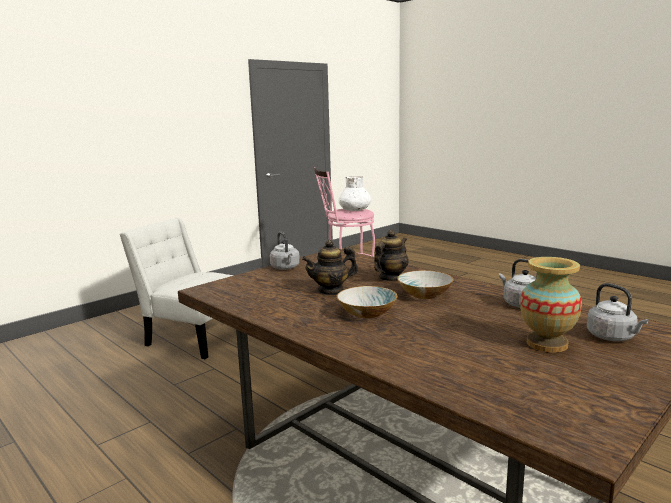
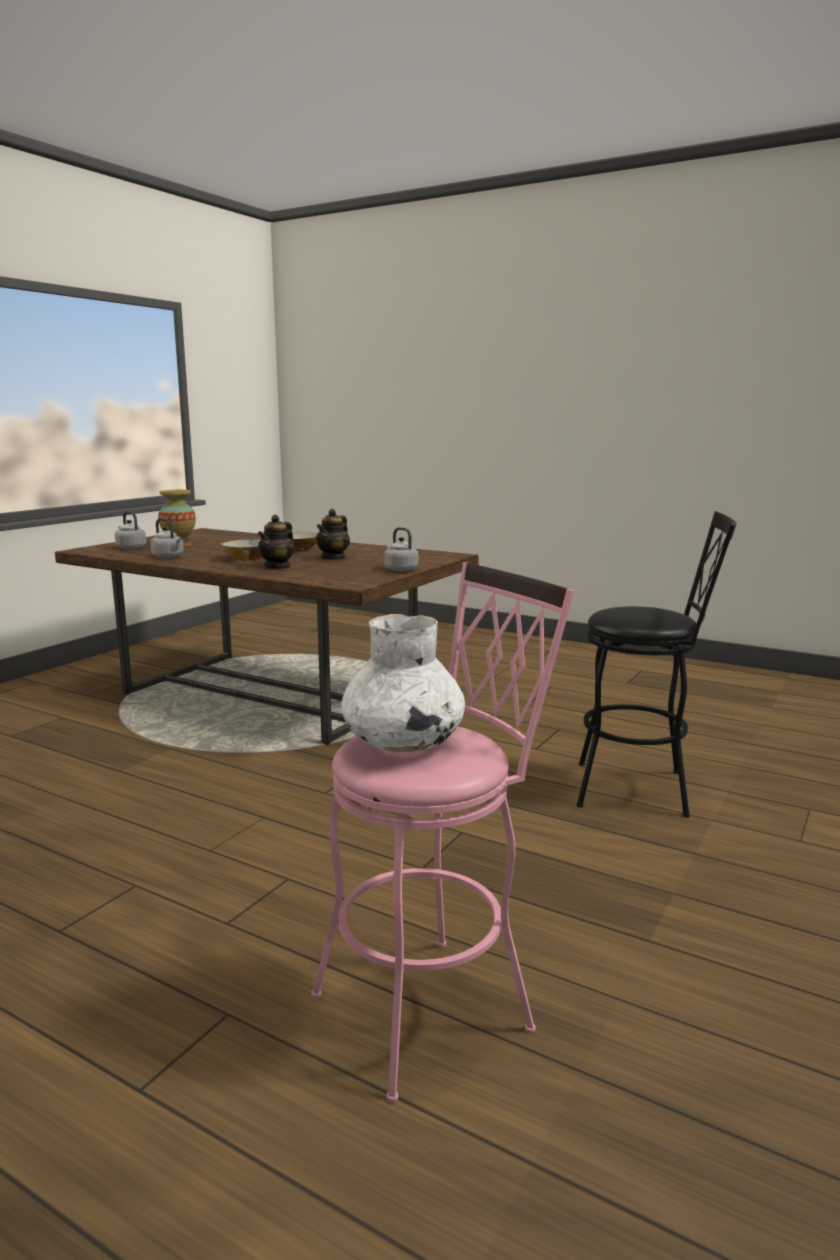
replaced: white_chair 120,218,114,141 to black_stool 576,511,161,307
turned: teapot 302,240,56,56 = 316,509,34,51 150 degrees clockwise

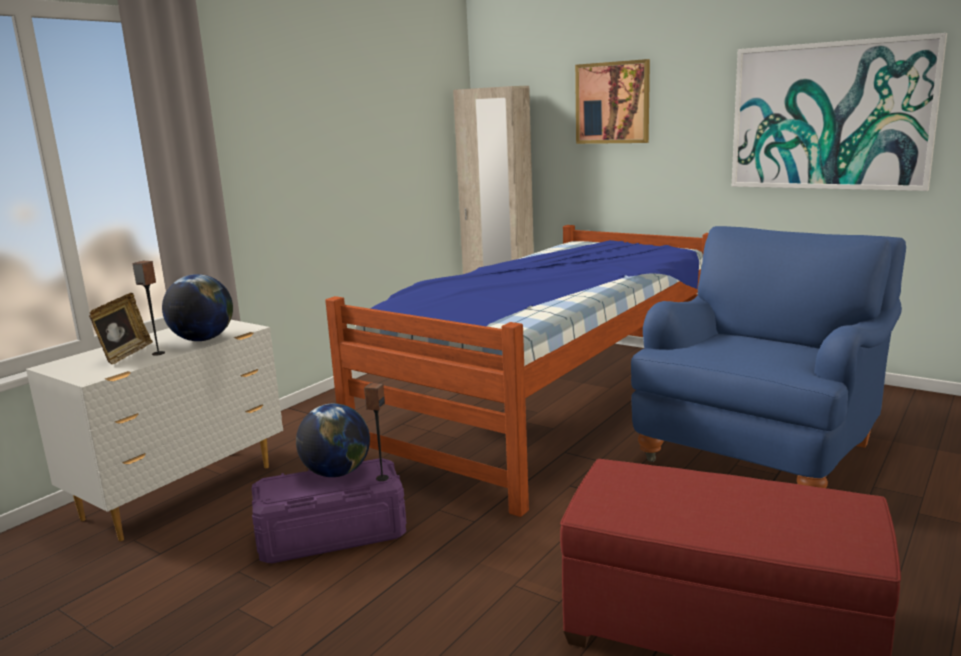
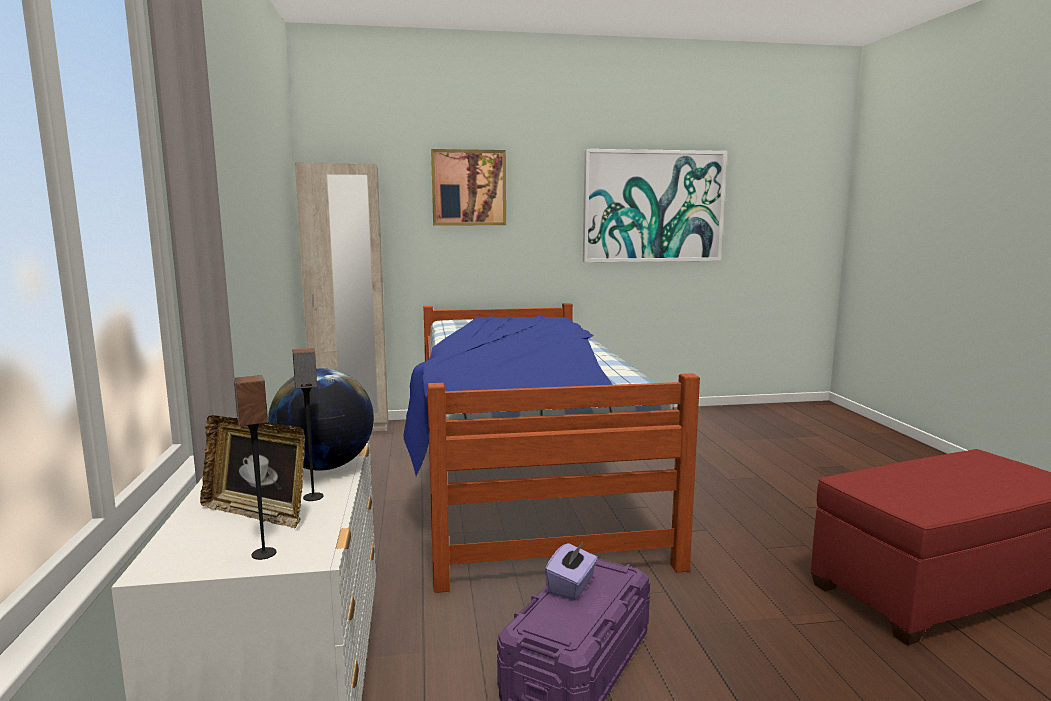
removed: blue_armchair 631,226,275,262
moved: speaker 364,383,25,98 to 234,375,42,185
replaced: globe 296,403,74,74 to purple_tissue_box 545,543,53,57
turned: picture_frame 89,293,64,71 = 200,415,105,113 150 degrees clockwise

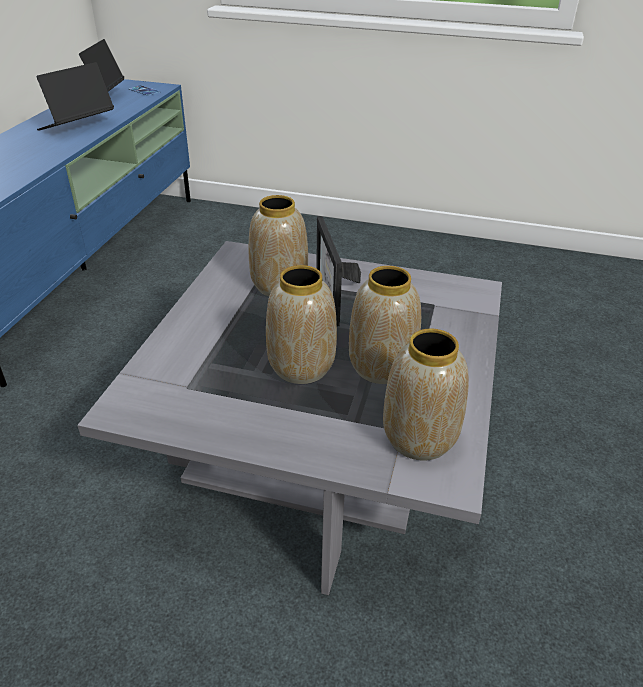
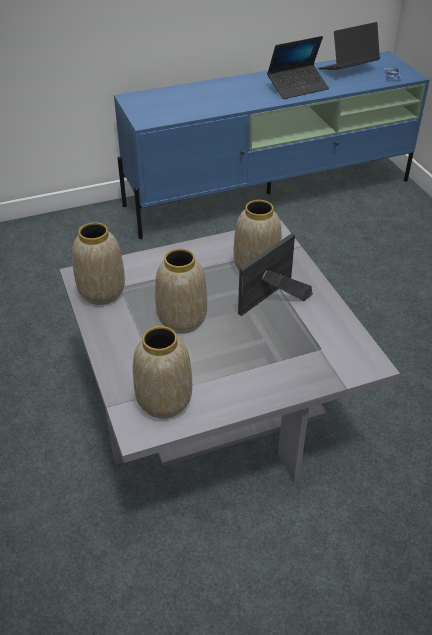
moved: vase 349,266,72,118 to 72,222,53,83
turned: laptop 37,62,77,69 = 267,36,62,63 150 degrees clockwise

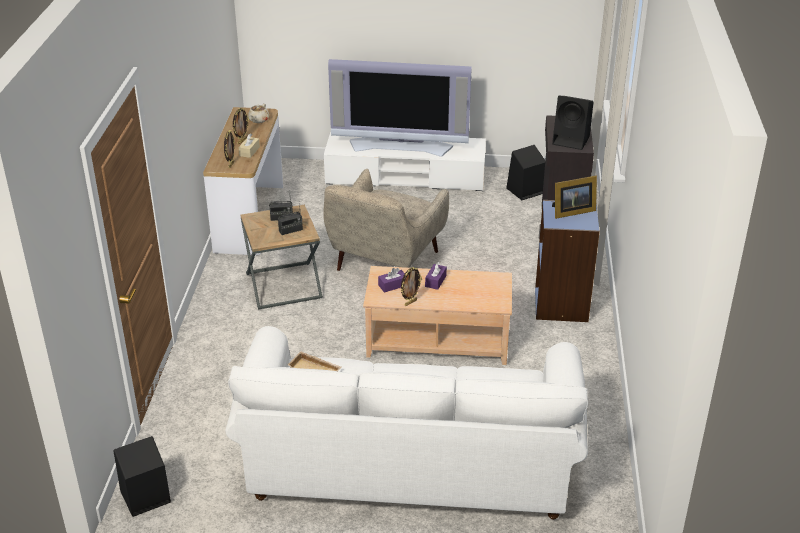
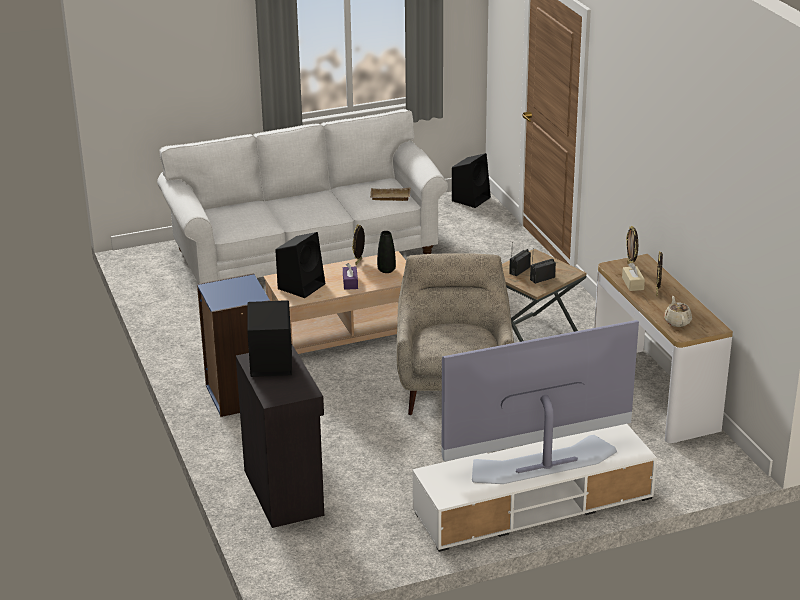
removed: picture_frame 552,175,45,44
moved: black_speaker 506,145,39,55 to 275,232,50,66
replaced: purple_tissue_box 378,268,27,24 to black_vase 377,231,19,42

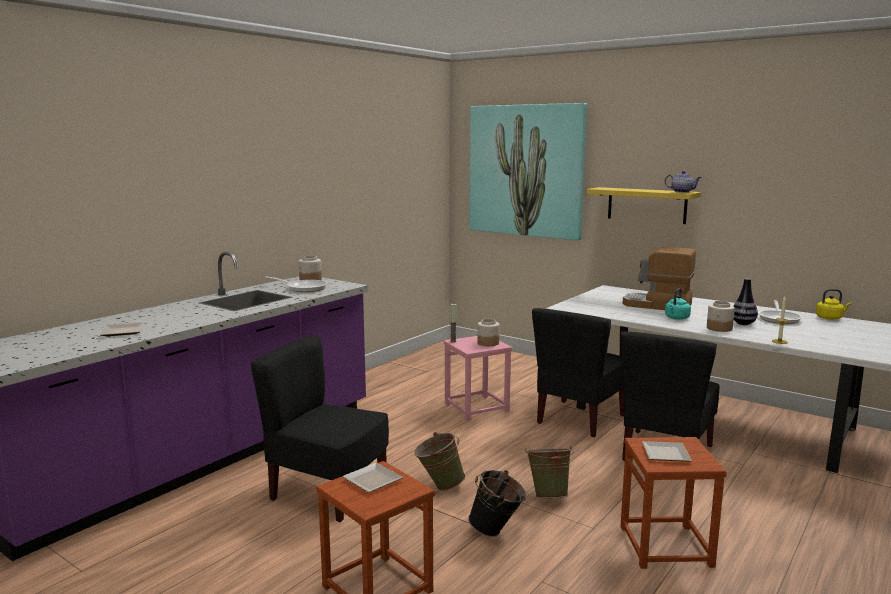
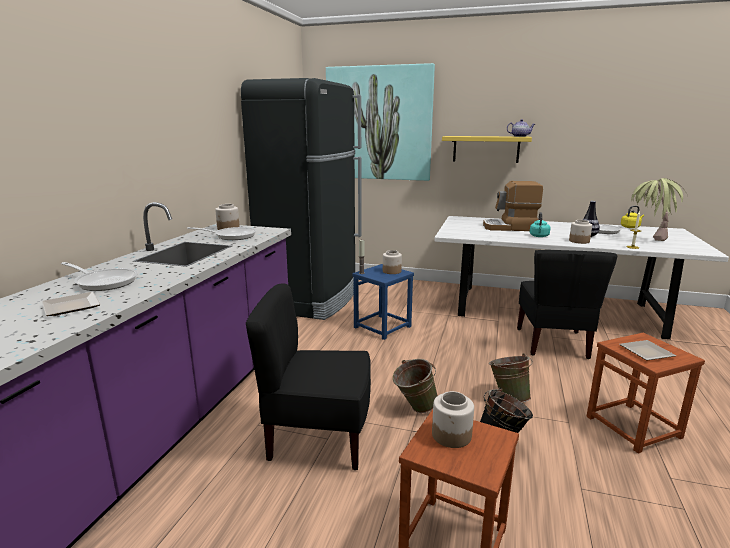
removed: black_chair 532,308,94,129
added: frying_pan 61,262,77,29; black_fridge 241,78,121,242; potted_plant 631,178,57,63
replaced: plate 342,463,61,30 to jar 432,391,42,57
recoloured: pink_stool 444,336,68,84 to blue_stool 352,264,62,76

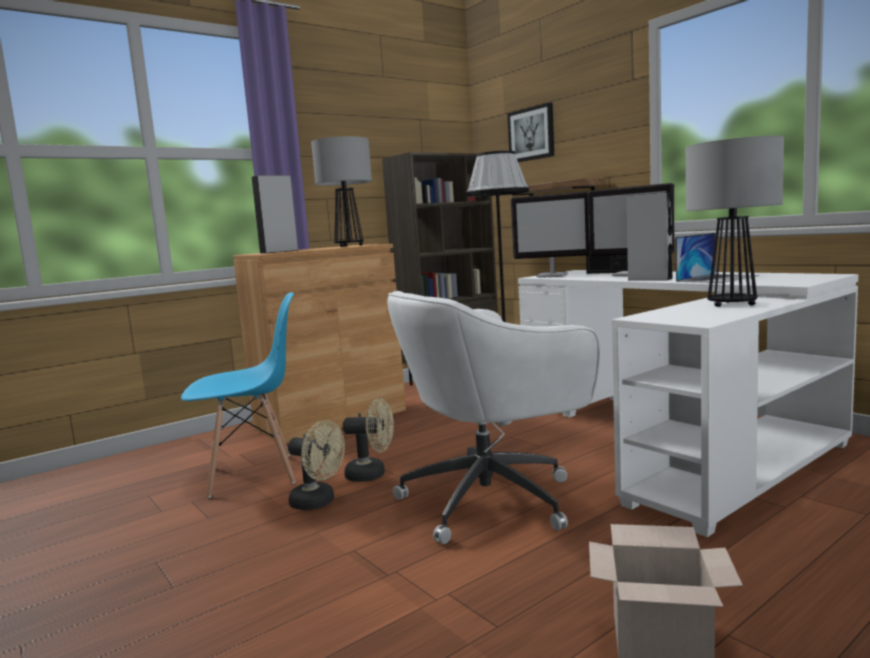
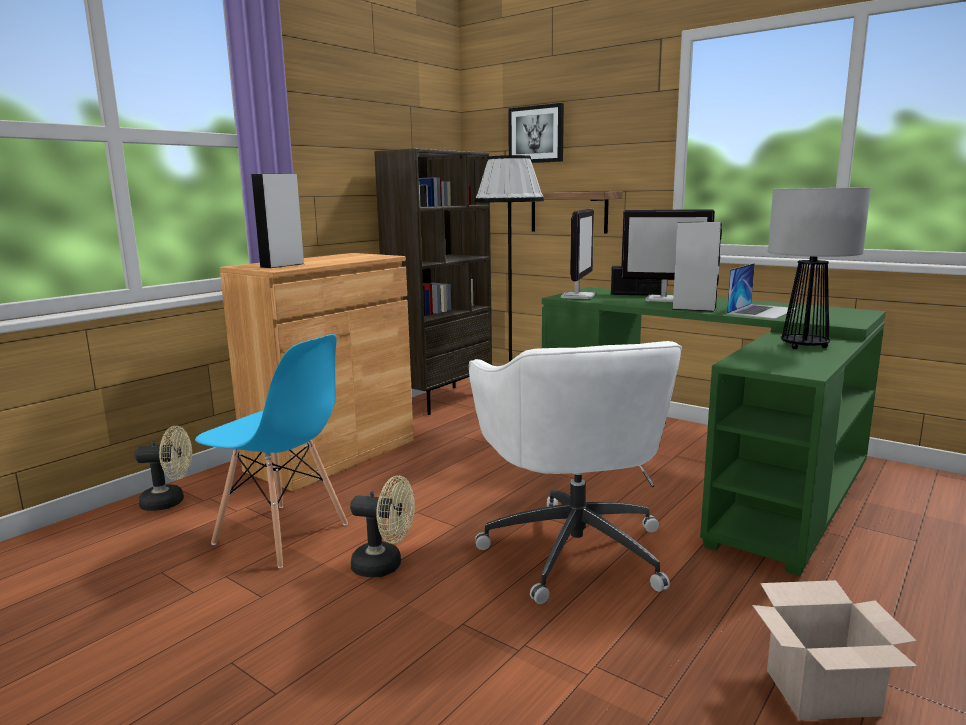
removed: table_lamp 311,136,61,111
moved: beige_fan 343,398,51,84 to 135,426,57,85
recoloured: white_desk 518,270,340,267 to green_desk 542,287,344,289
turned: blue_chair 181,292,115,206 = 195,334,153,234 60 degrees clockwise; white_office_chair 387,291,213,253 = 469,341,213,263 60 degrees counterclockwise; monitor 511,191,78,87 = 561,209,35,90 75 degrees counterclockwise

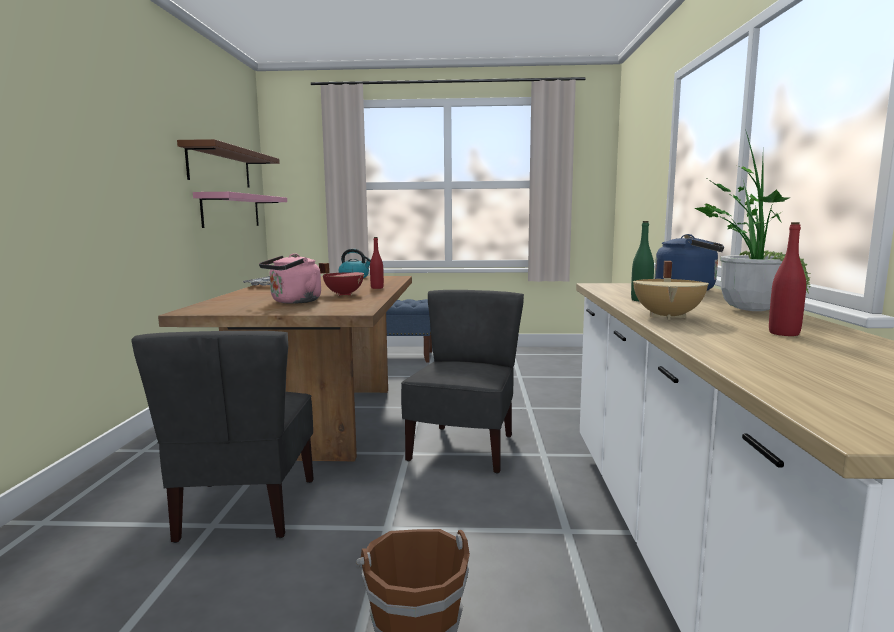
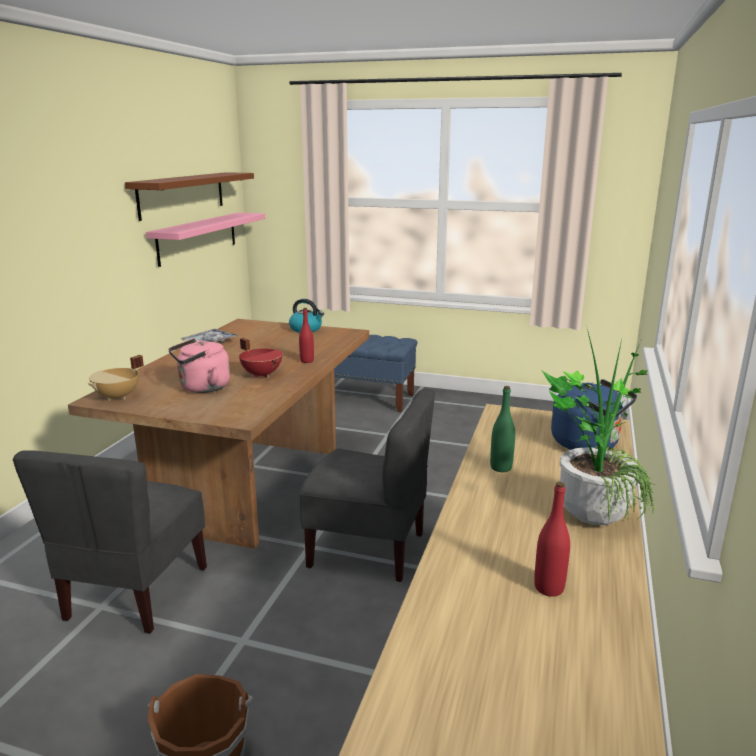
moved: beige_cooking_pot 633,261,76,59 to 88,355,56,46
turned: grey_chair 401,290,123,183 = 299,389,136,193 75 degrees clockwise

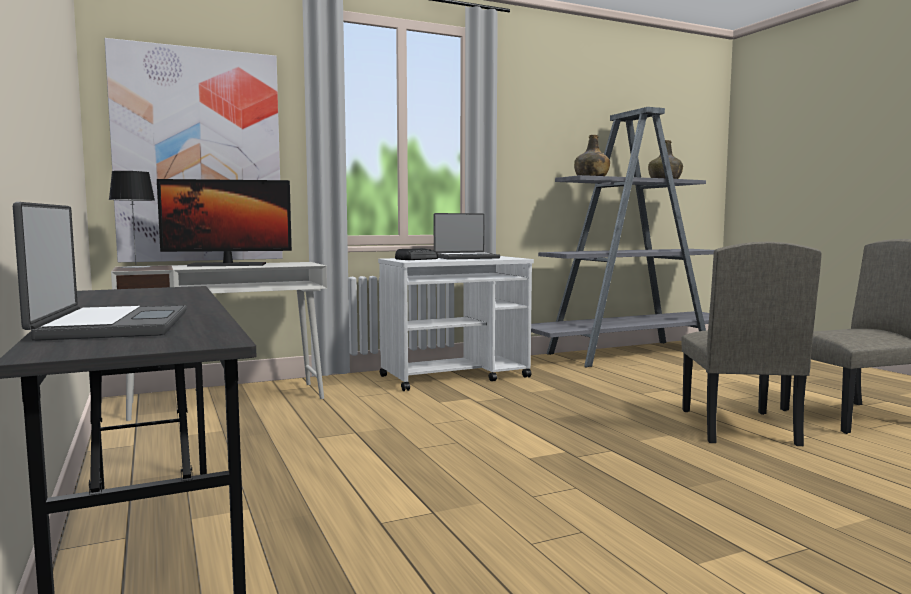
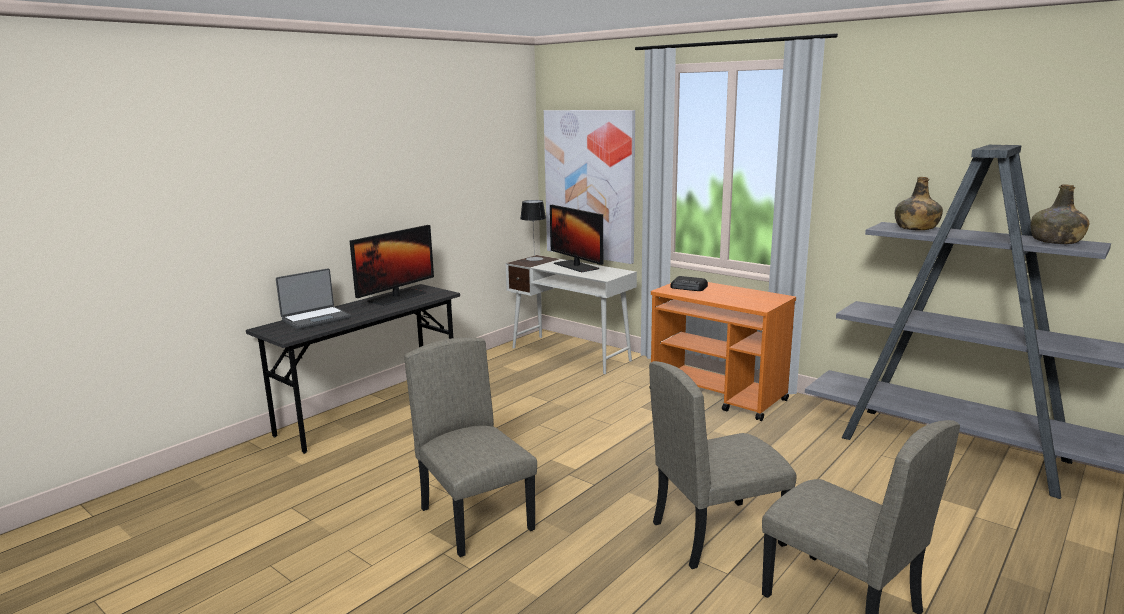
removed: laptop 434,213,66,47
added: monitor 350,225,84,81; beige_chair 404,337,133,220
recoloured: white_cart 378,256,156,135 to orange_cart 651,282,145,139

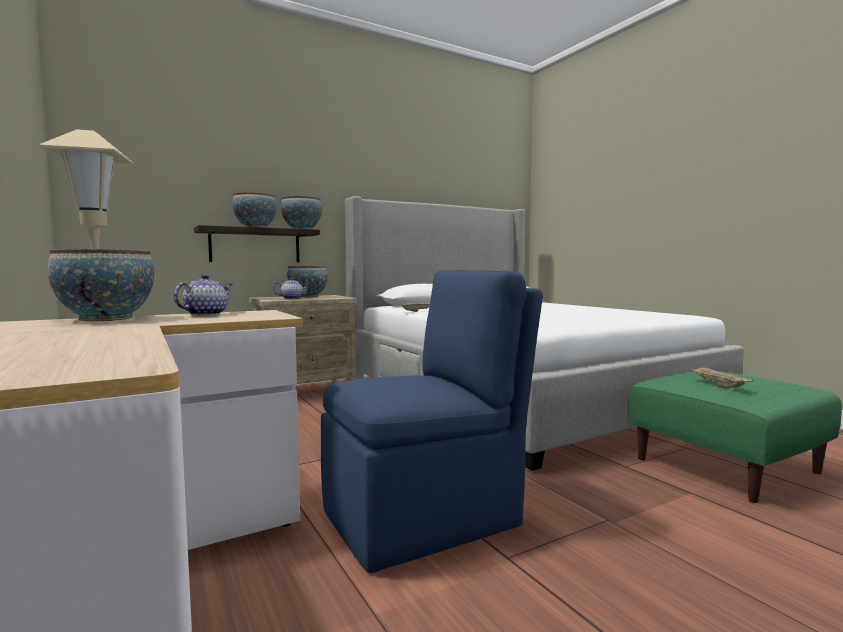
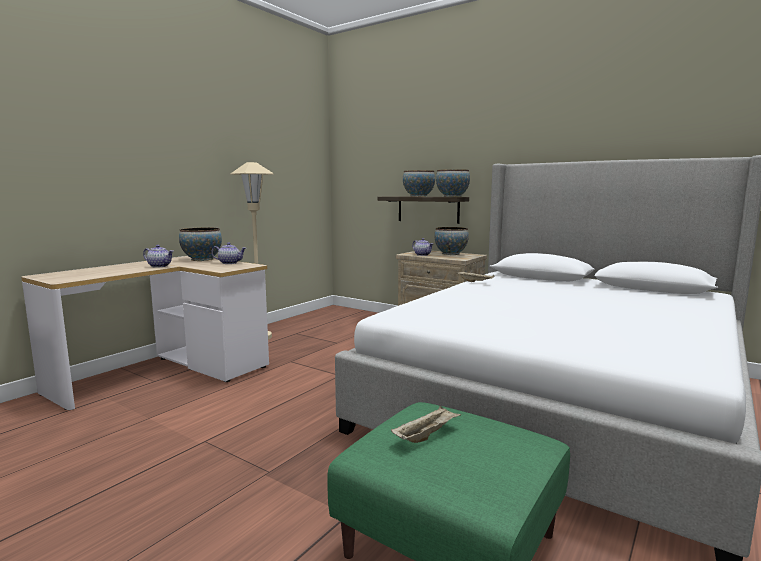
removed: blue_chair 321,270,222,303
added: teapot 143,245,31,23

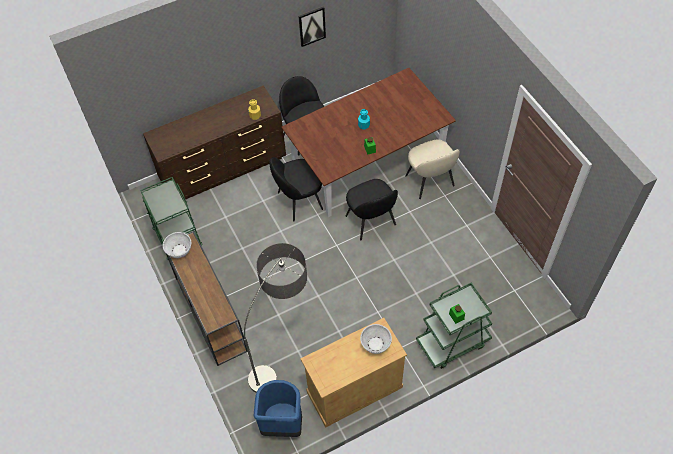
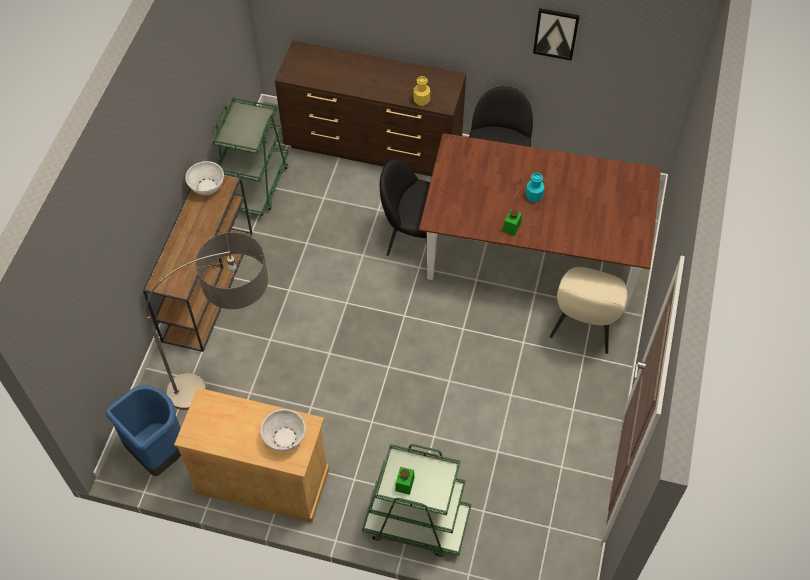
removed: black_chair 345,179,53,62

